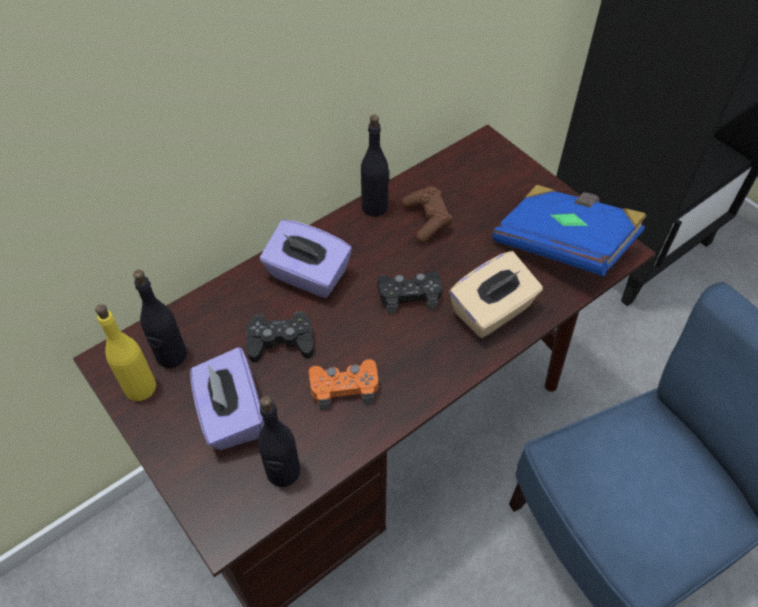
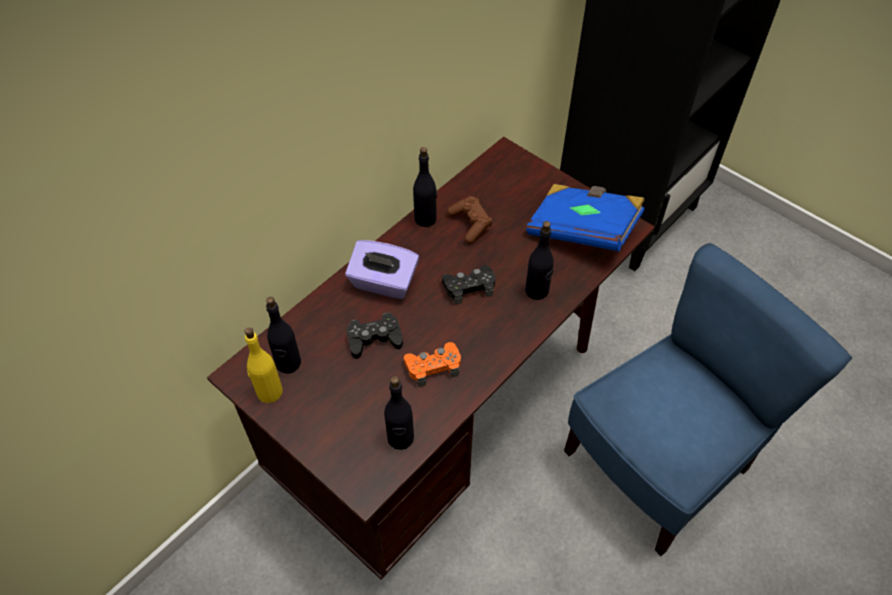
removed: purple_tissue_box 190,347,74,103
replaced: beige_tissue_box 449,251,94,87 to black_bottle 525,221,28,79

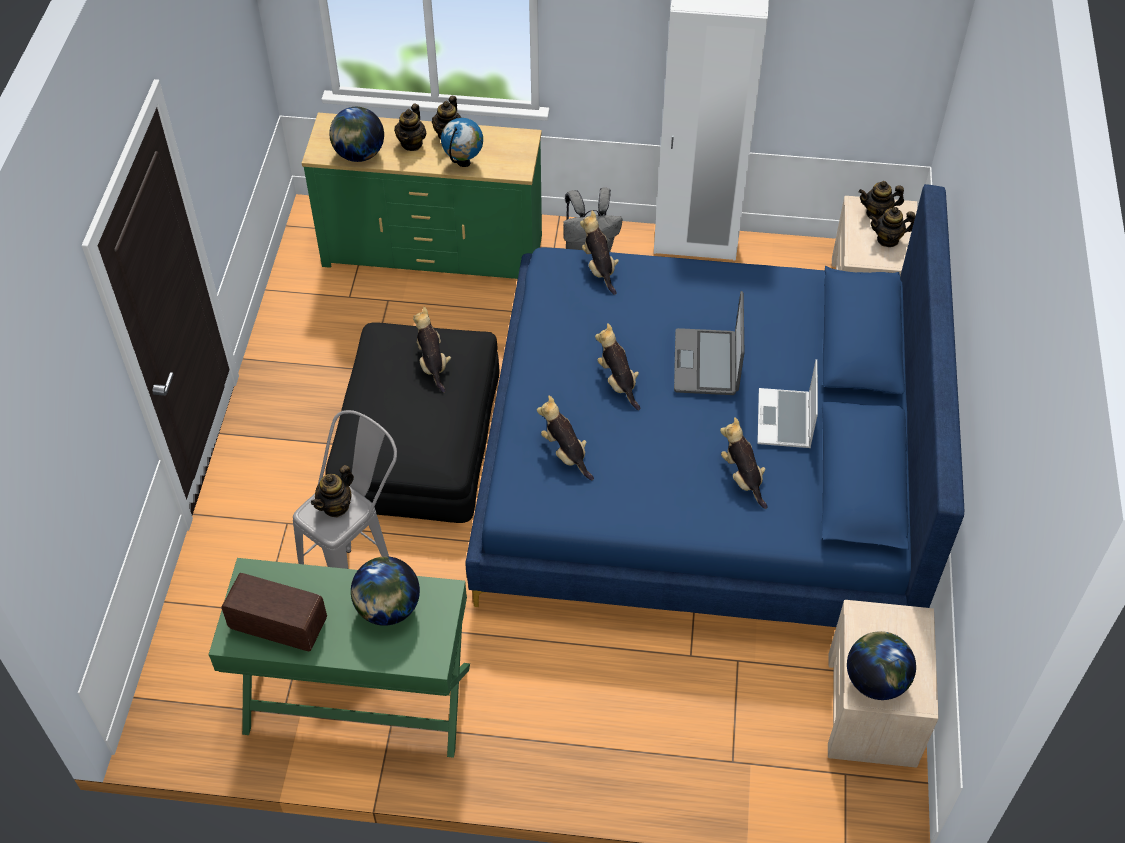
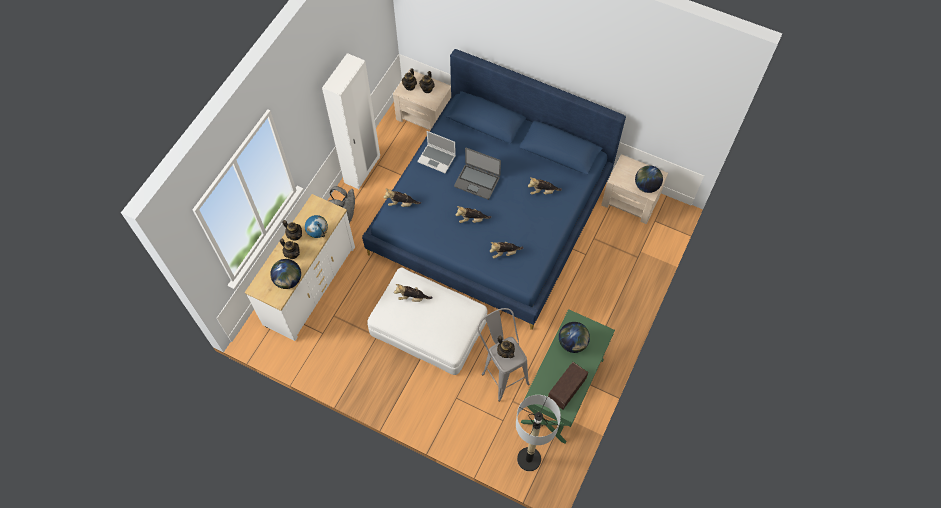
added: floor_lamp 516,395,45,76
moved: laptop 757,359,61,89 to 417,131,39,42
recoloured: green_dresser 302,113,240,166 to white_dresser 245,194,110,147; black_ottoman 325,322,174,201 to white_ottoman 367,267,120,108

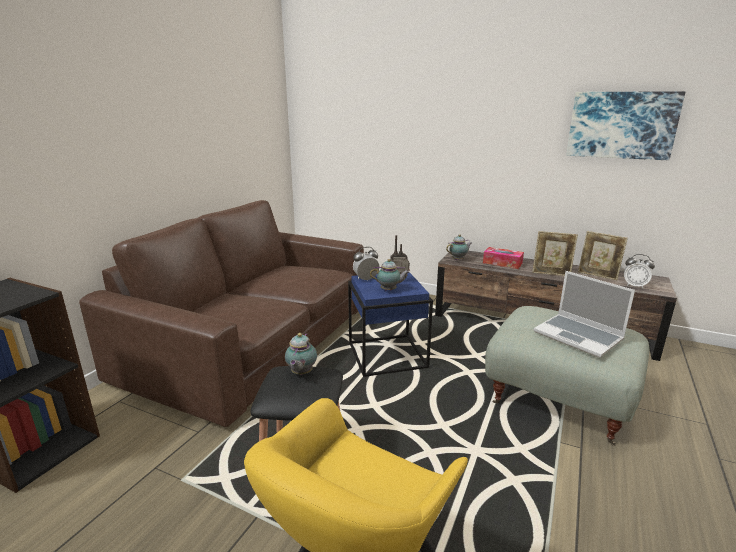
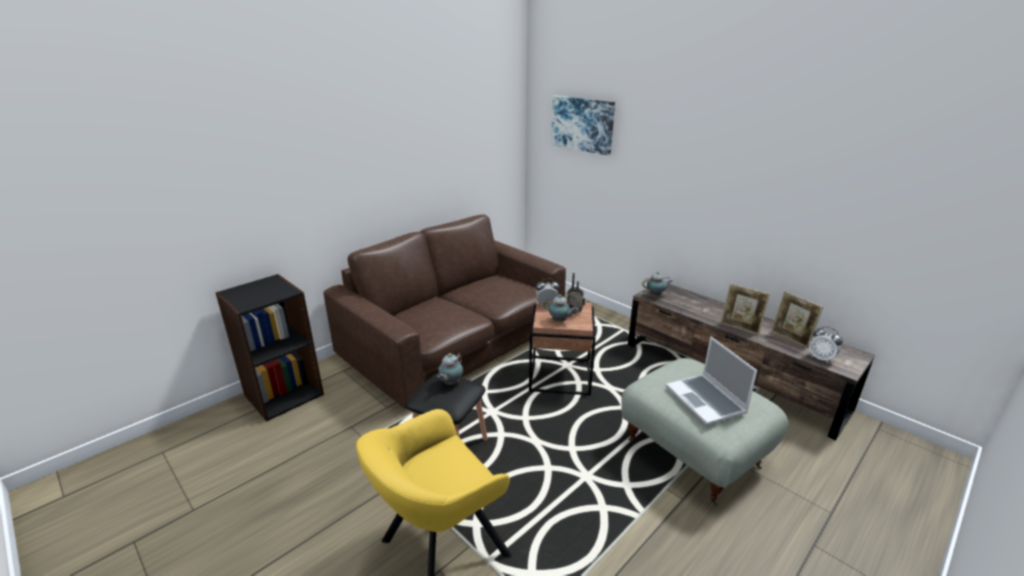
removed: tissue_box 483,247,41,22
moved: picture 566,91,120,69 to 551,96,64,60
recoloured: blue_side_table 348,272,85,105 to brown_side_table 529,301,67,94

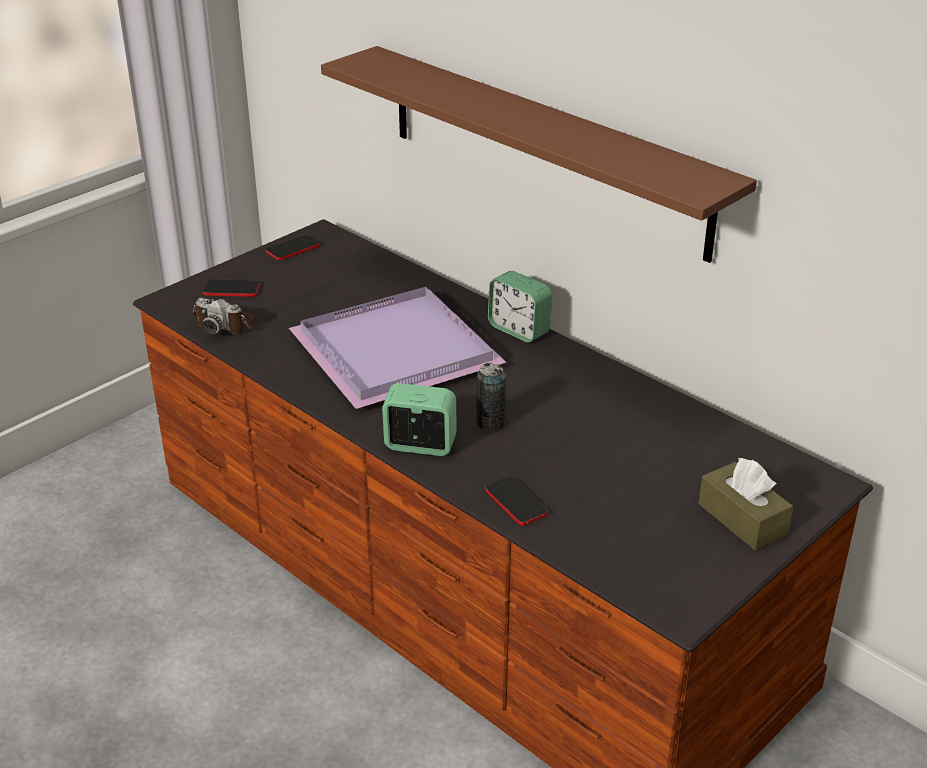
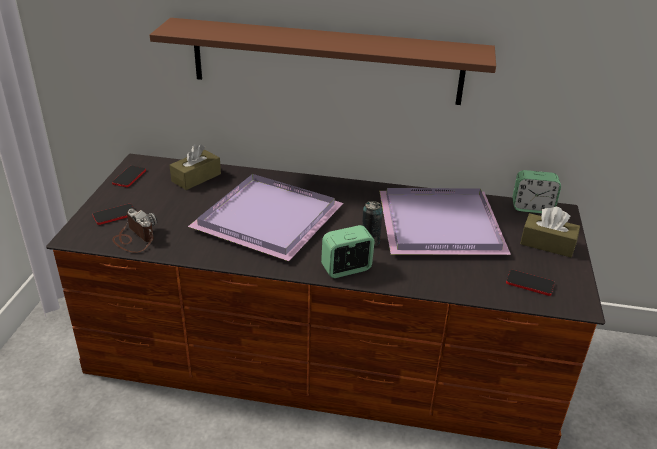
added: brown_tissue_box 170,144,51,46; purple_tray 379,188,132,67
moved: phone 485,476,63,50 to 506,270,49,26; alarm_clock 488,271,64,71 to 512,170,49,44
turned: photo_camera 192,298,61,36 = 112,209,45,44 120 degrees counterclockwise

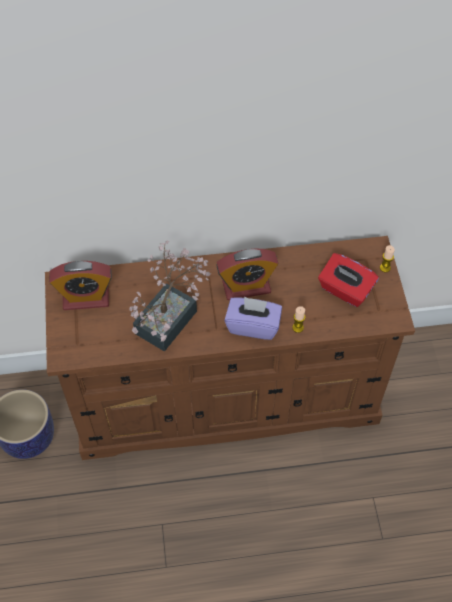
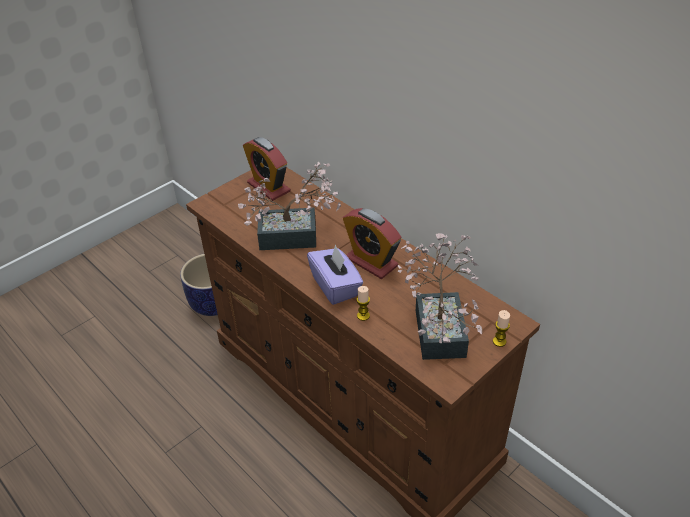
replaced: red_tissue_box 318,253,61,54 to potted_plant 398,233,84,127

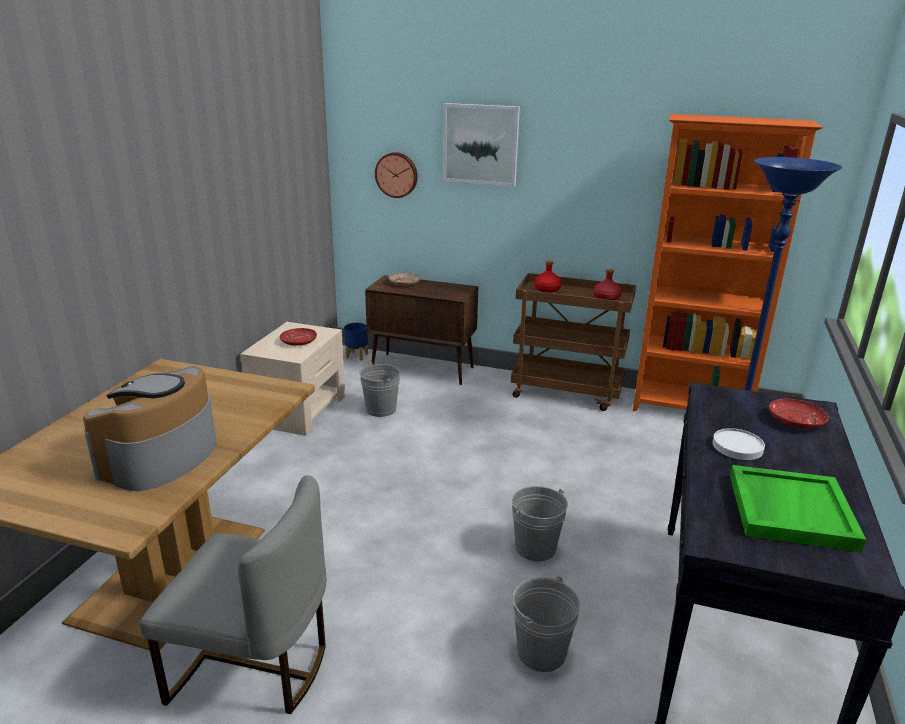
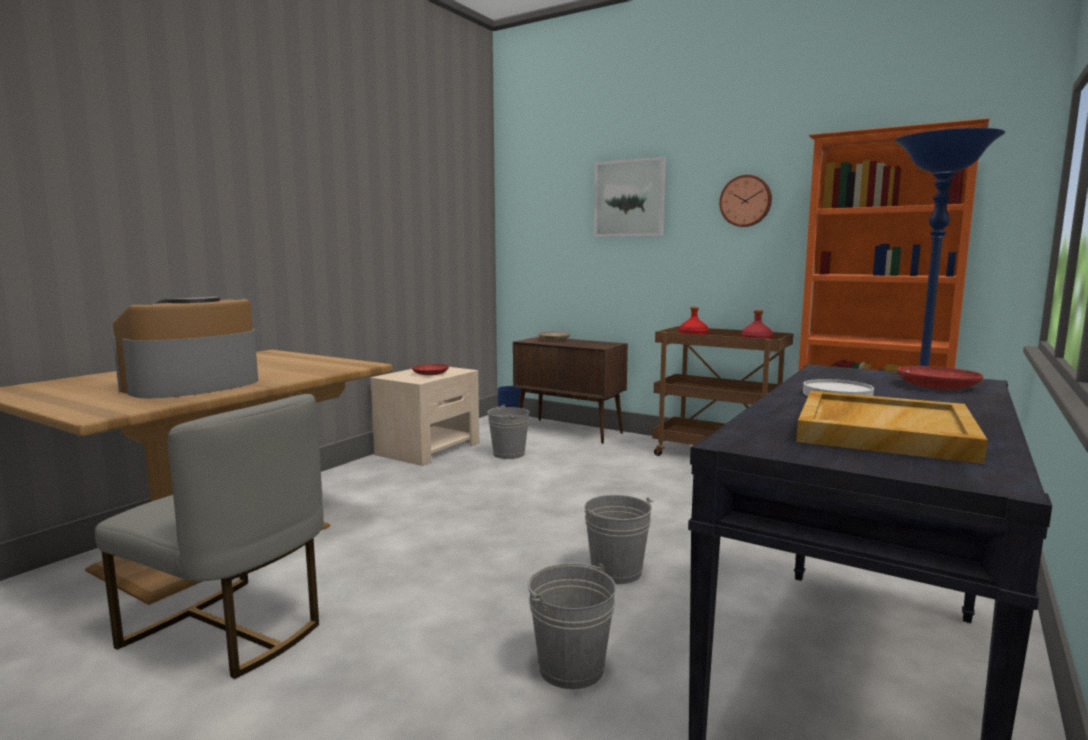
moved: wall_clock 375,152,43,46 to 719,175,53,52
recoloured: green_tray 730,465,136,87 to beige_tray 796,391,192,73

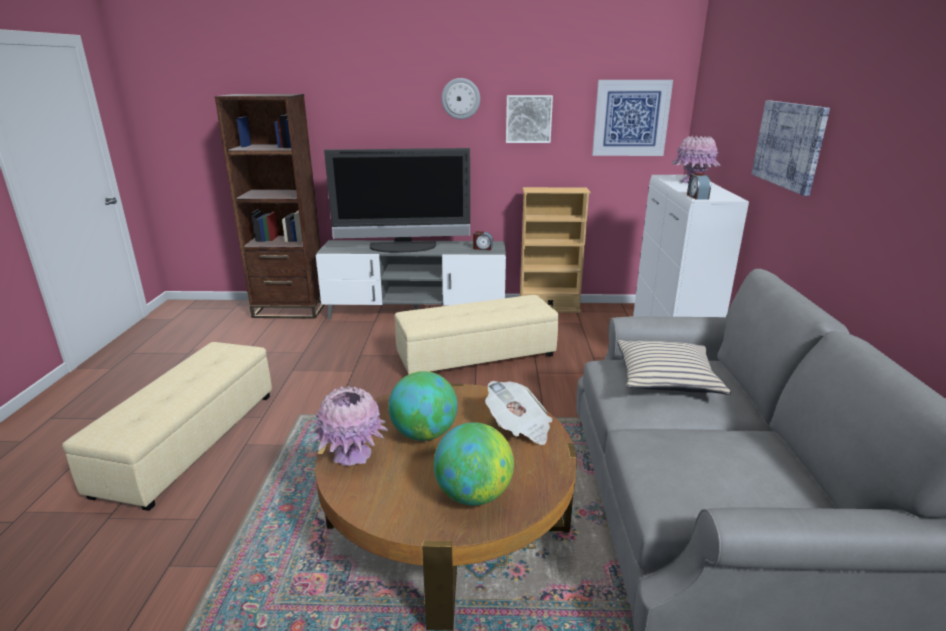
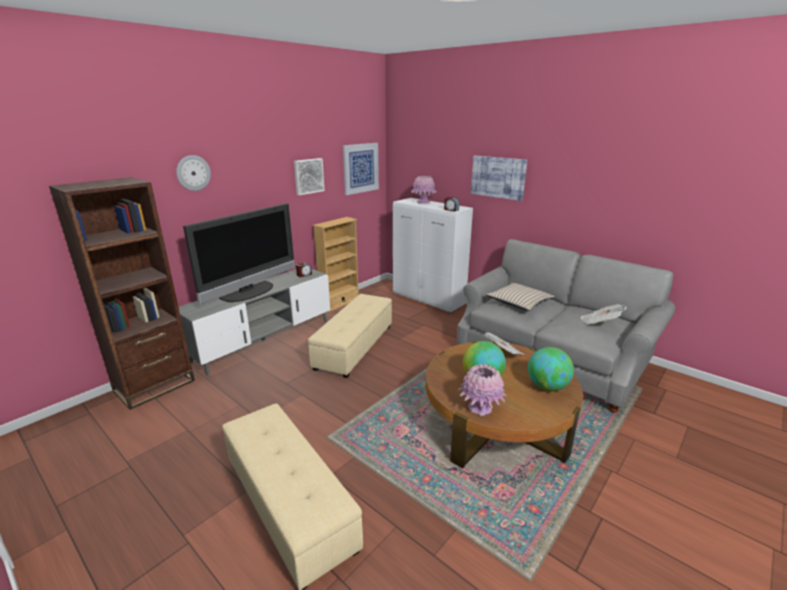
added: newspaper 580,304,47,21
moved: wall_clock 441,78,39,41 to 176,155,35,36

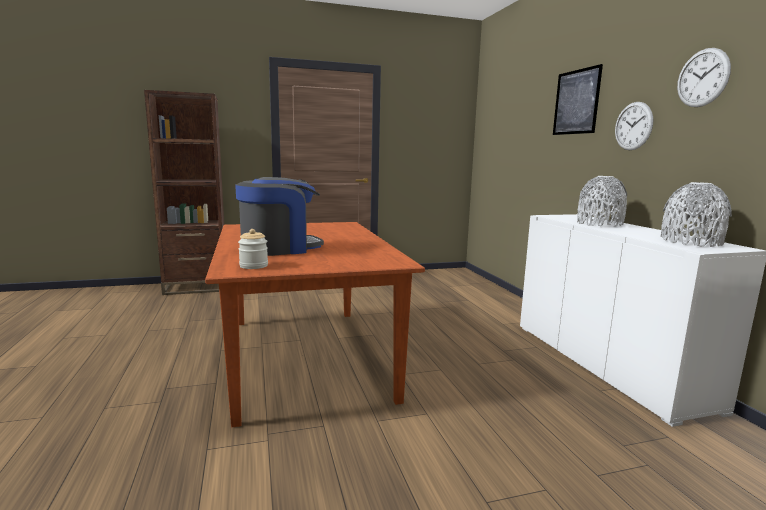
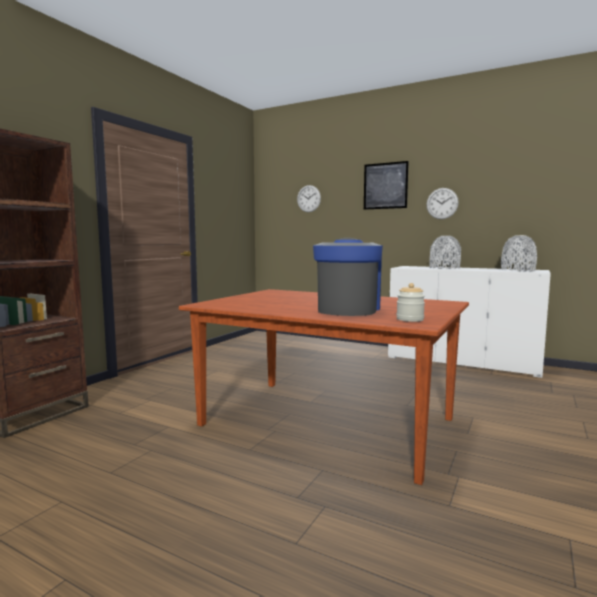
moved: wall_clock 677,48,54,59 to 297,185,24,27

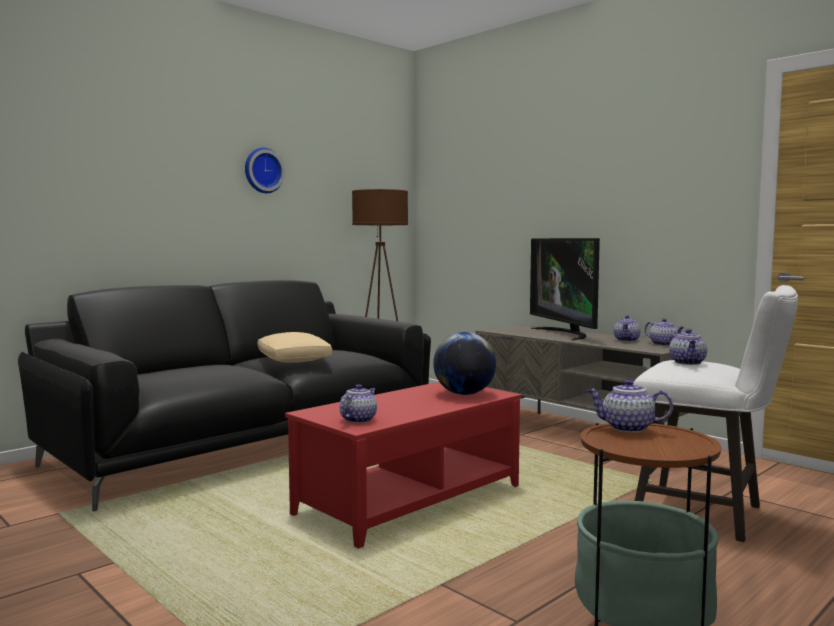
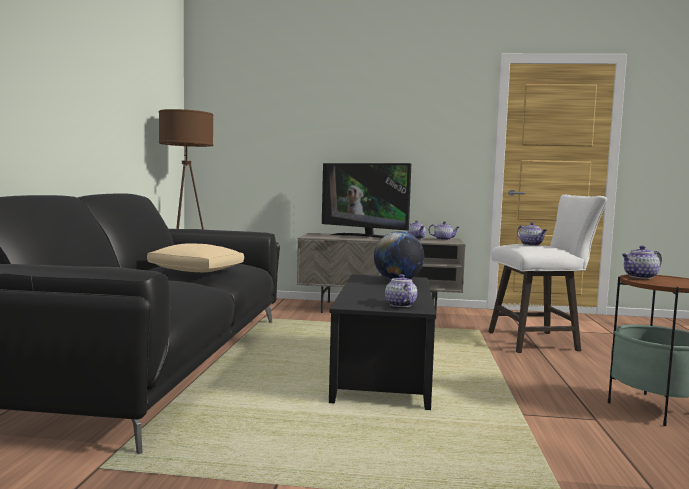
removed: wall_clock 245,148,40,45
recoloured: red_coffee_table 285,382,236,167 to black_coffee_table 329,274,107,136

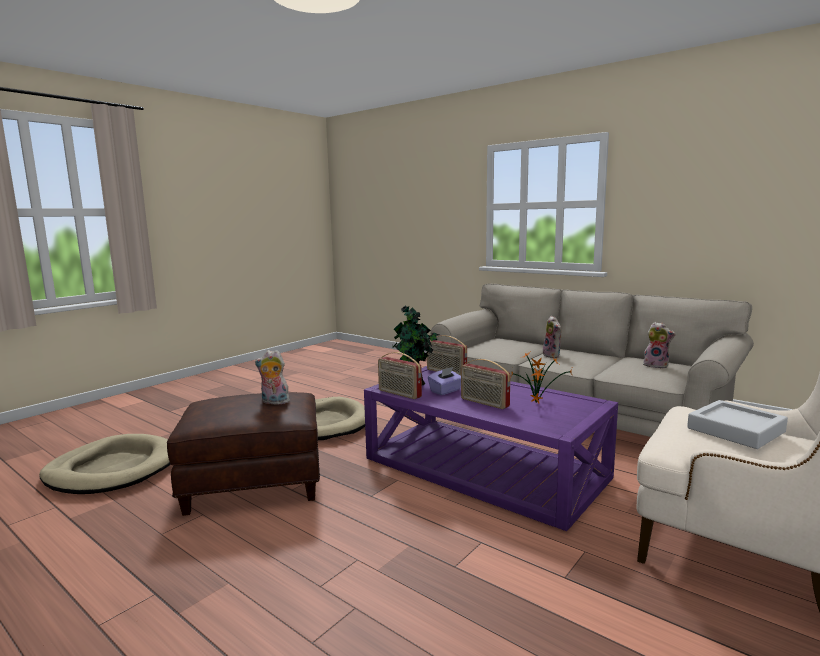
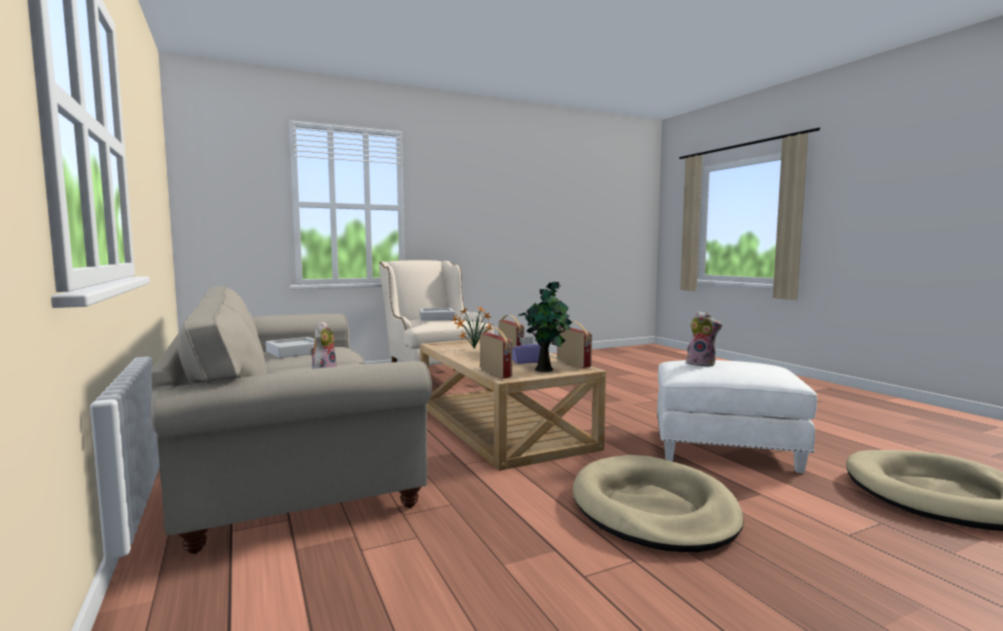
replaced: plush_toy 643,322,33,47 to grey_tray 266,337,48,21
recoloured: purple_coffee_table 364,366,254,165 to beige_coffee_table 420,339,186,132; brown_ottoman 167,392,153,124 to white_ottoman 657,360,160,113

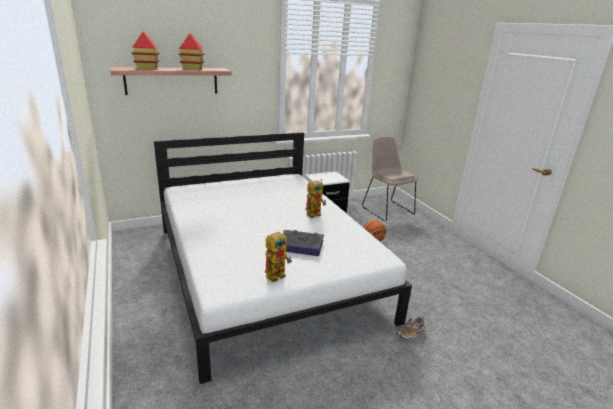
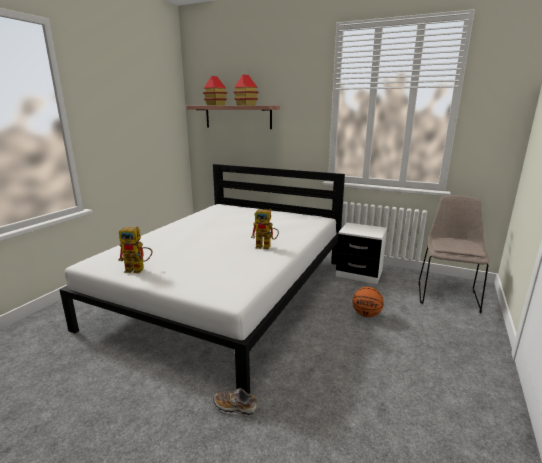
removed: book 283,230,41,26

